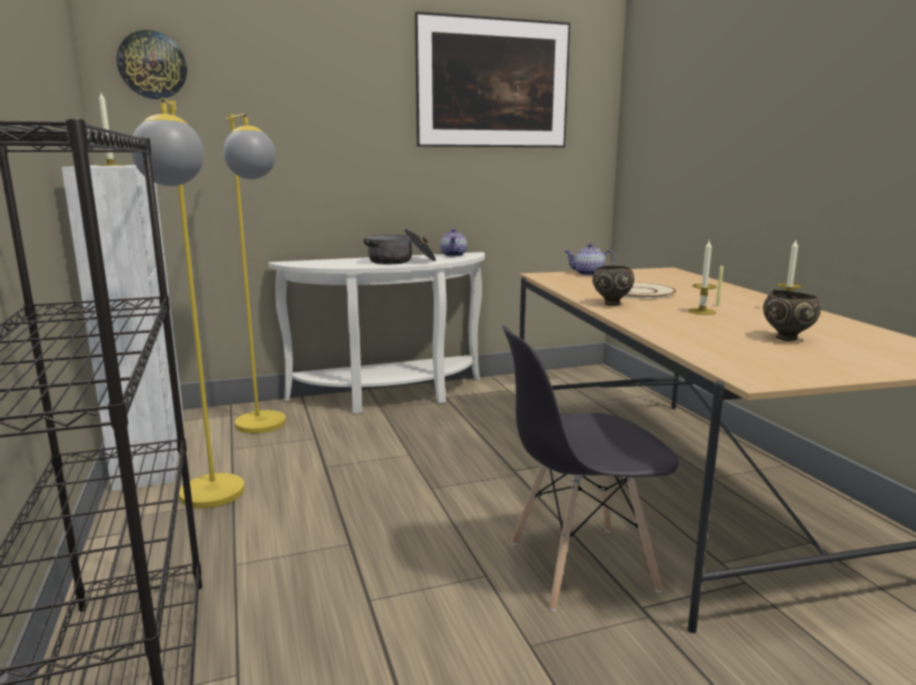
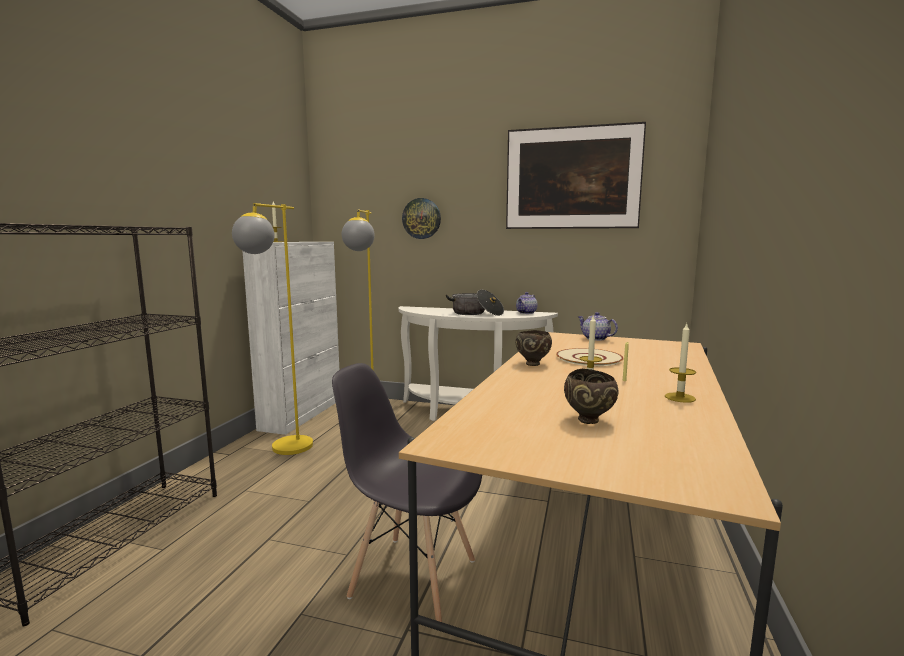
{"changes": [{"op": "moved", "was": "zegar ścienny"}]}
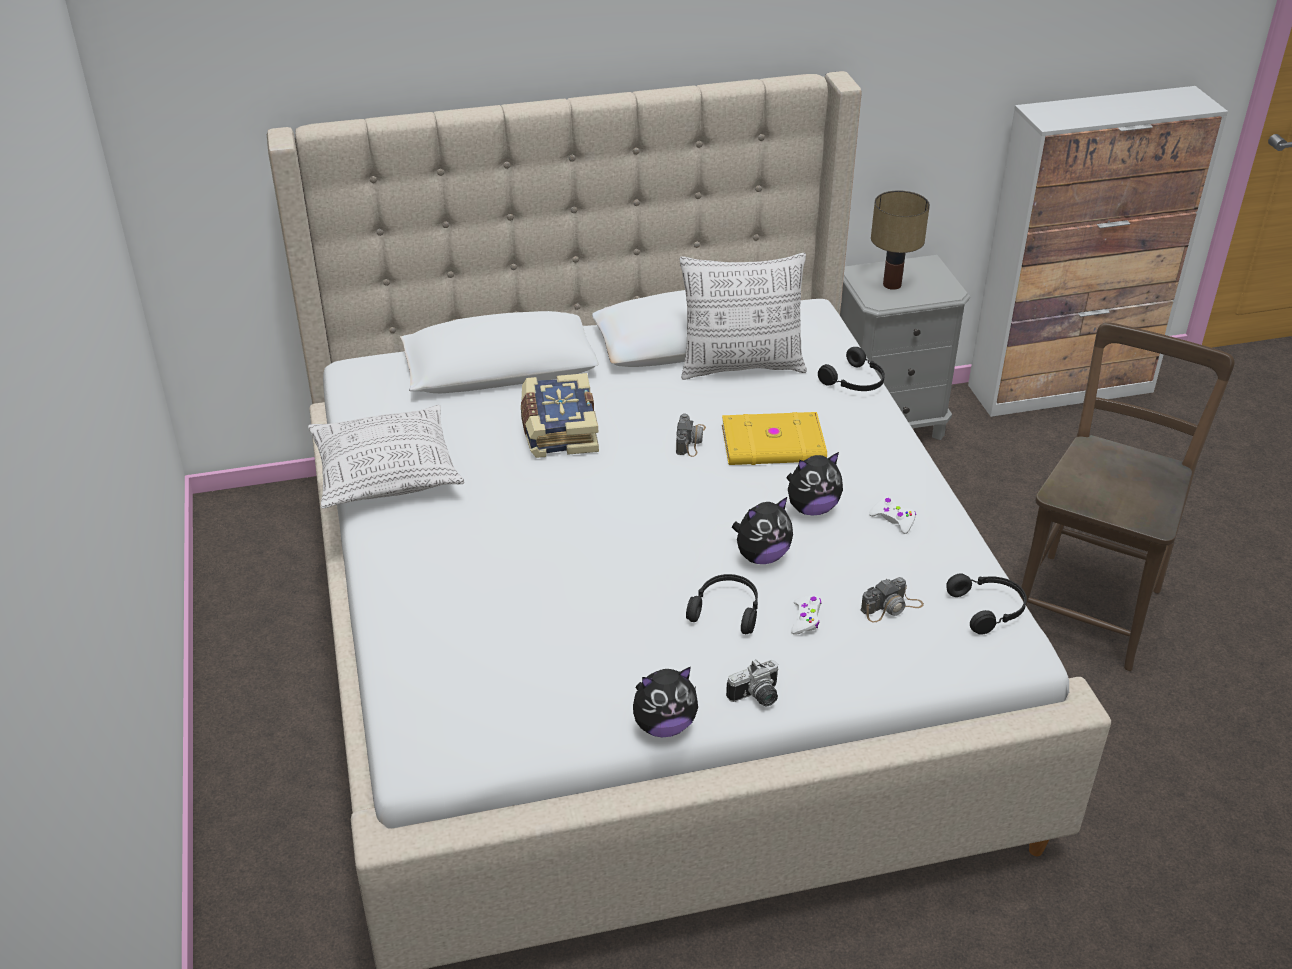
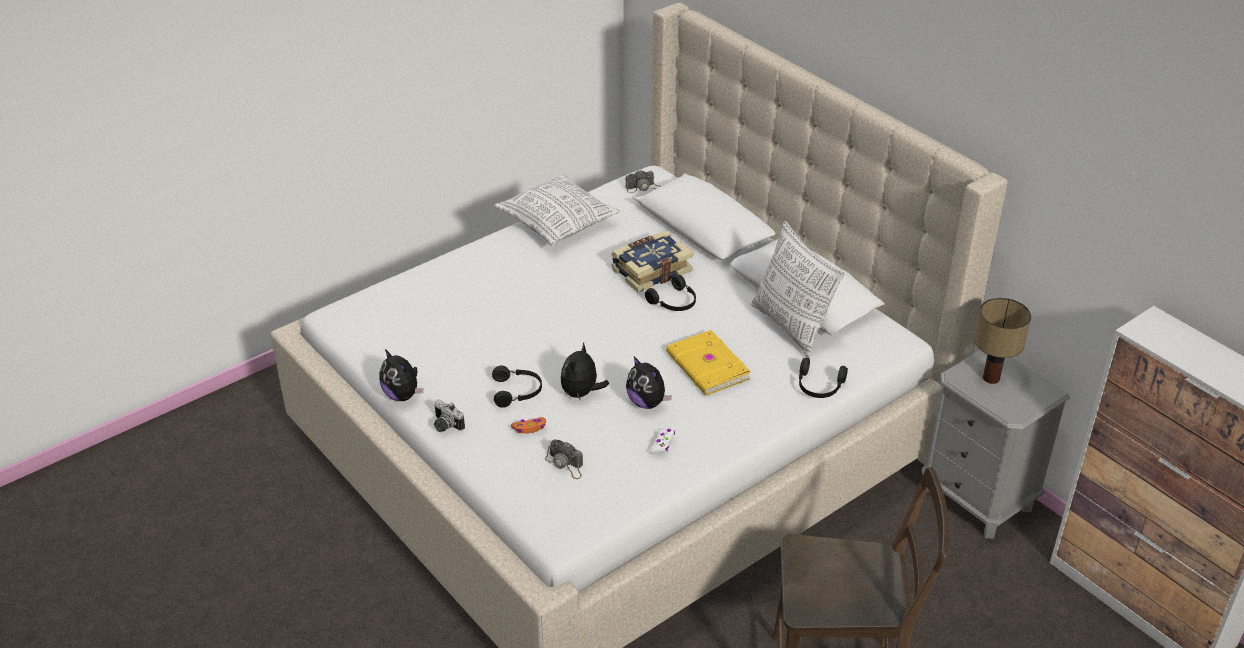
{"changes": [{"op": "moved", "was": "aparat fotograficzny (1st from left in the first image)", "now": "aparat fotograficzny (3rd from left)"}, {"op": "moved", "was": "słuchawki/czarny (3rd from left in the first image)", "now": "słuchawki/czarny (2nd from left)"}, {"op": "recoloured", "was": "pad do gier/biały (1st from left)", "now": "pad do gier/pomarańczowy"}, {"op": "turned", "was": "pluszak (2nd from left)", "clockwise": 75}]}
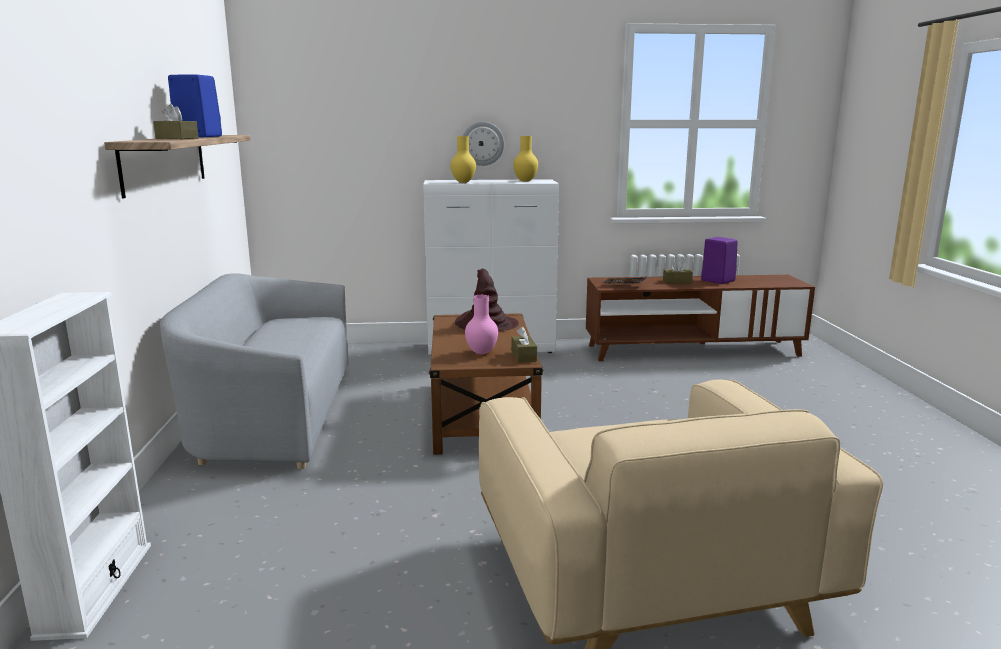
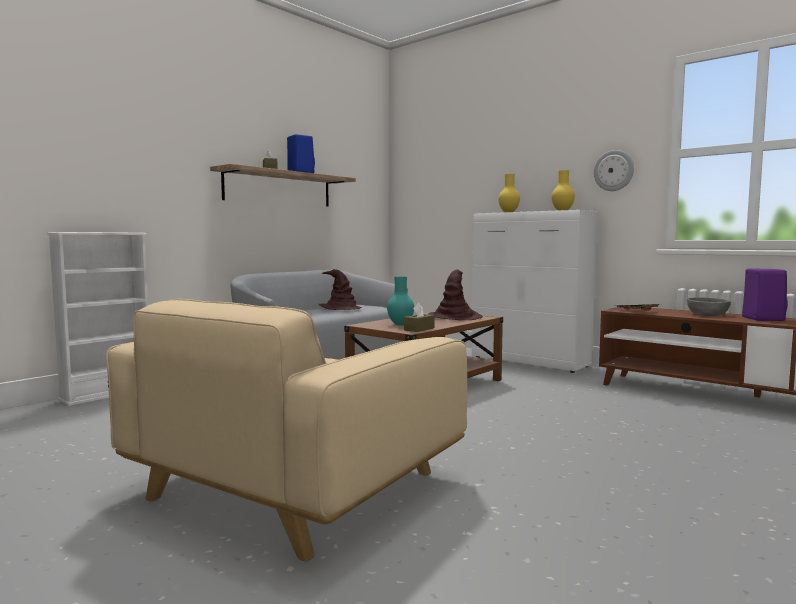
{"changes": [{"op": "added", "now": "kapelusz/brązowy (1st from left)"}, {"op": "moved", "was": "zegar ścienny"}, {"op": "replaced", "was": "pudełko chusteczek/brązowy (3rd from left)", "now": "miska/szary"}, {"op": "recoloured", "was": "wazon/różowy", "now": "wazon/turkusowy"}]}
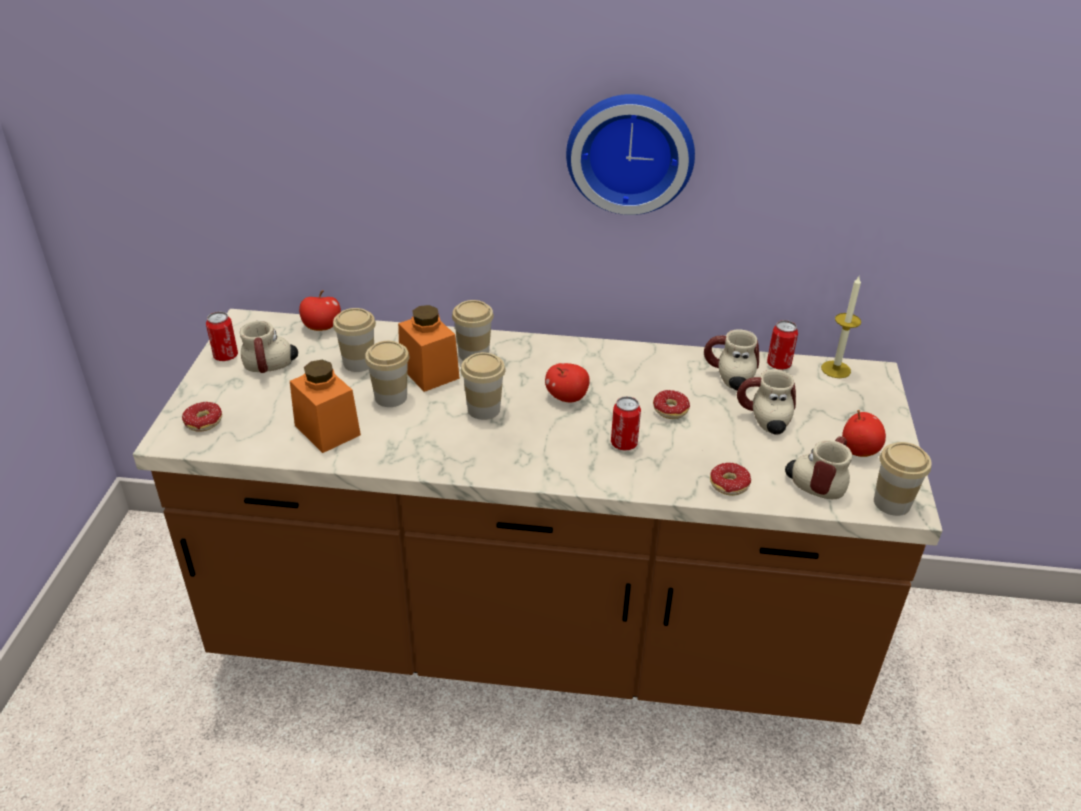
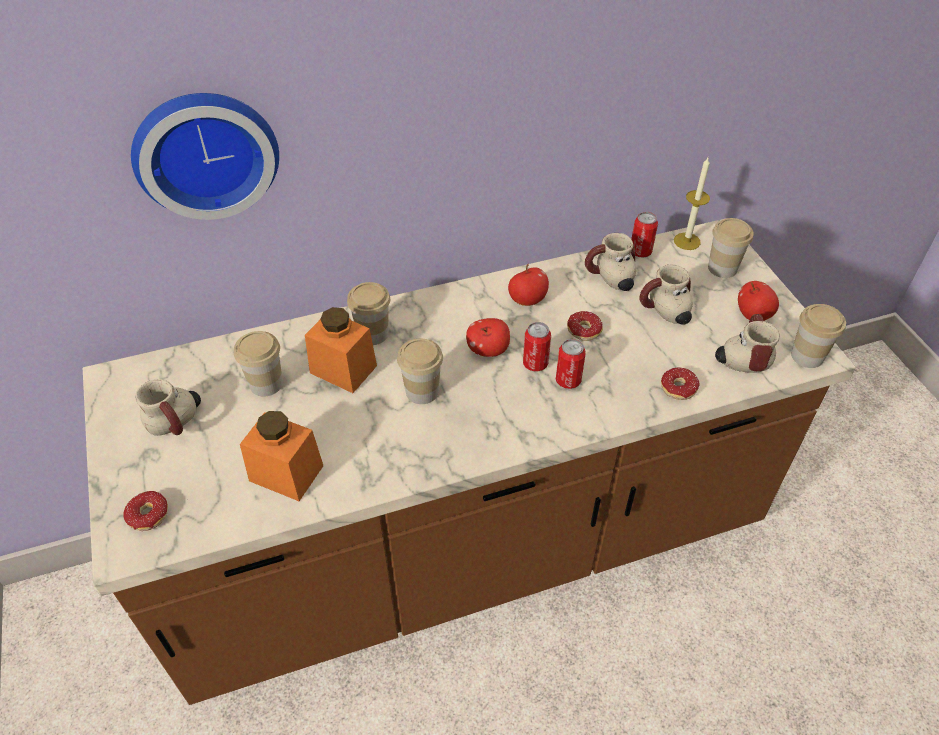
{"changes": [{"op": "moved", "was": "puszka (1st from left)"}, {"op": "moved", "was": "jabłko (1st from left in the first image)", "now": "jabłko (2nd from left)"}, {"op": "moved", "was": "filiżanka (2nd from left in the first image)", "now": "filiżanka (4th from left)"}, {"op": "moved", "was": "zegar ścienny"}]}
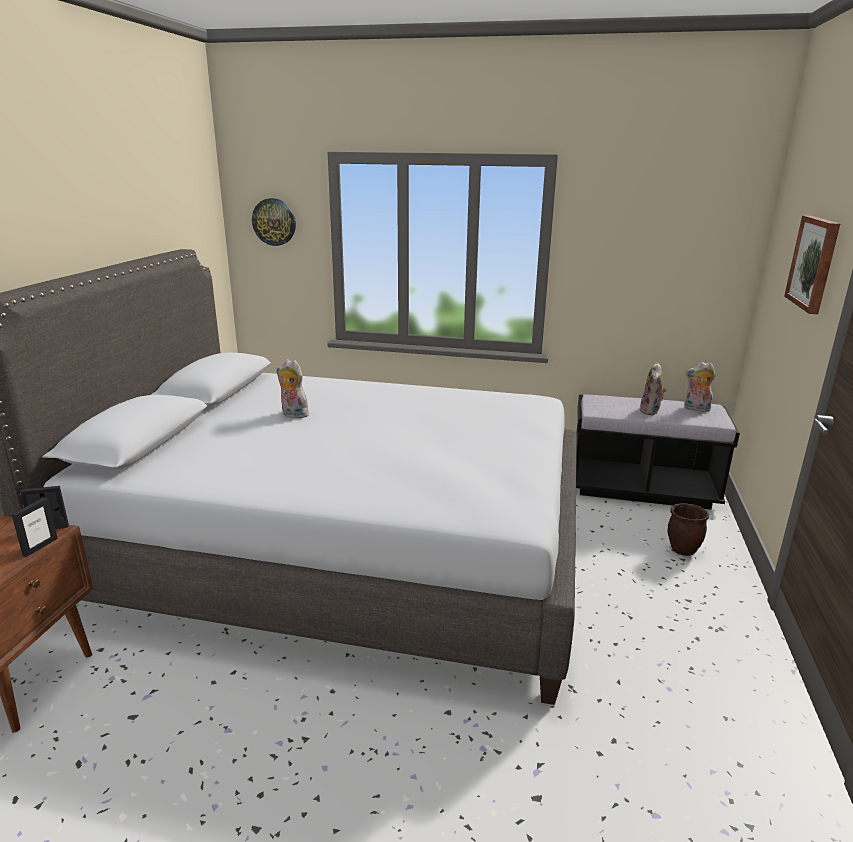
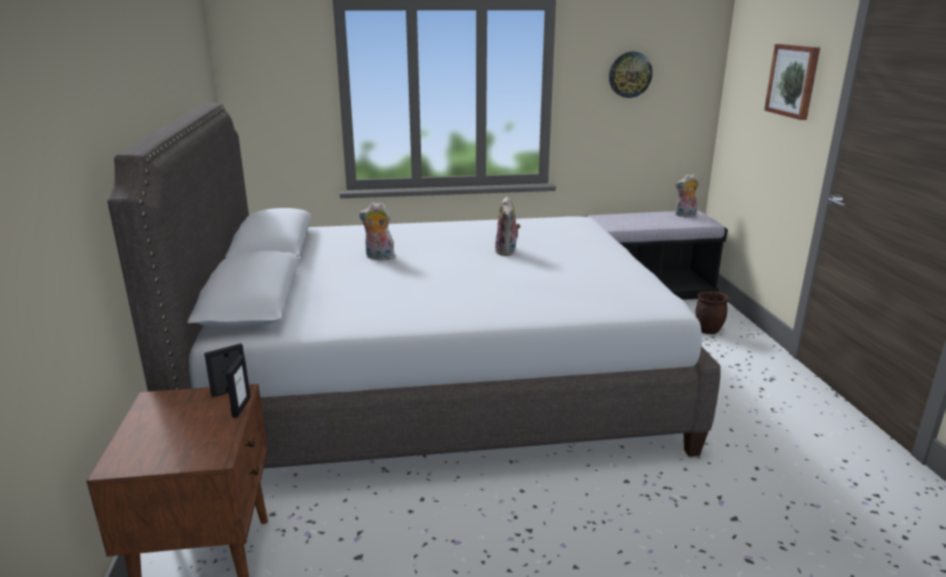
{"changes": [{"op": "moved", "was": "zegar ścienny"}, {"op": "moved", "was": "pluszak (2nd from left)"}]}
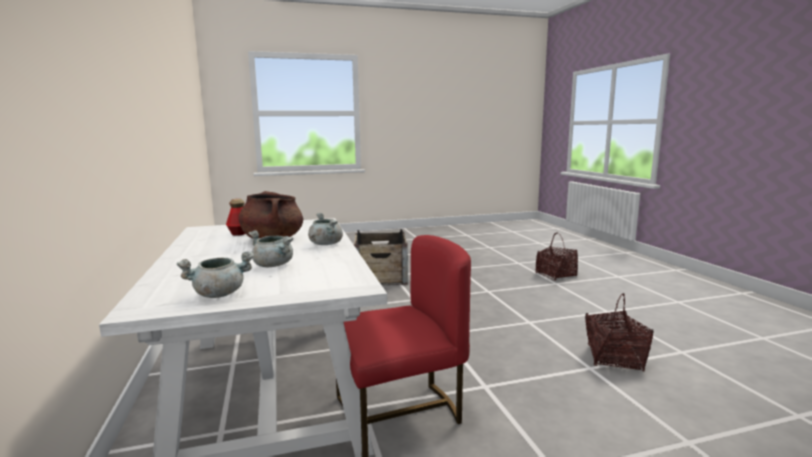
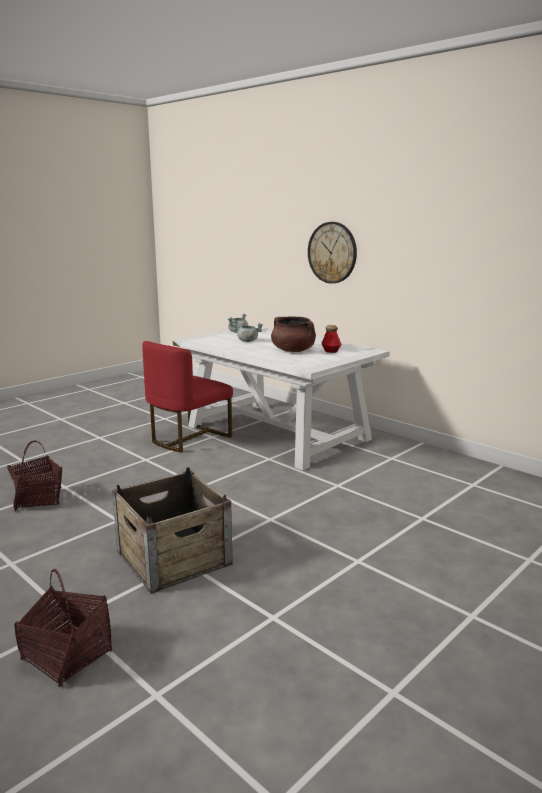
{"changes": [{"op": "removed", "was": "garnek/szary (3rd from left)"}, {"op": "added", "now": "zegar ścienny"}, {"op": "moved", "was": "skrzynka"}]}
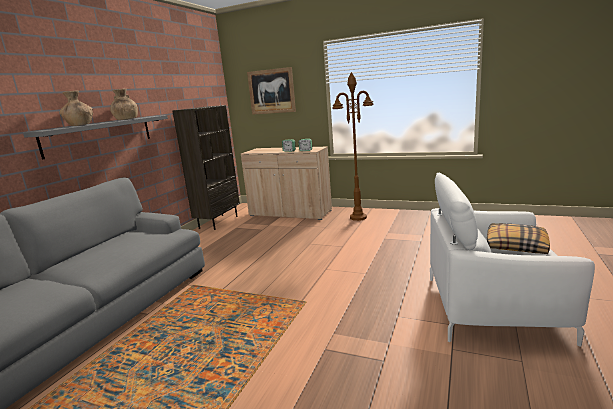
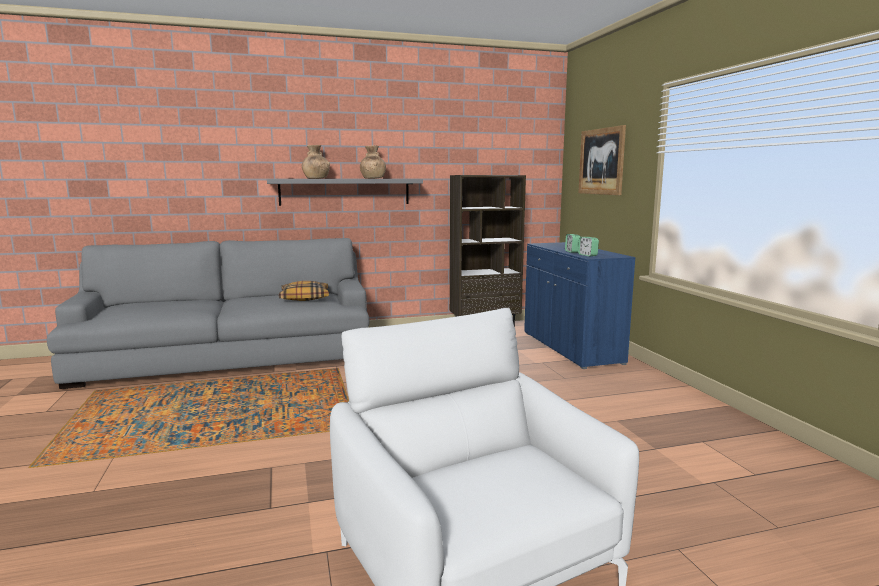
{"changes": [{"op": "removed", "was": "lampa stojąca/brązowy"}, {"op": "moved", "was": "poduszka"}, {"op": "recoloured", "was": "szafka/beżowy", "now": "szafka/niebieski"}]}
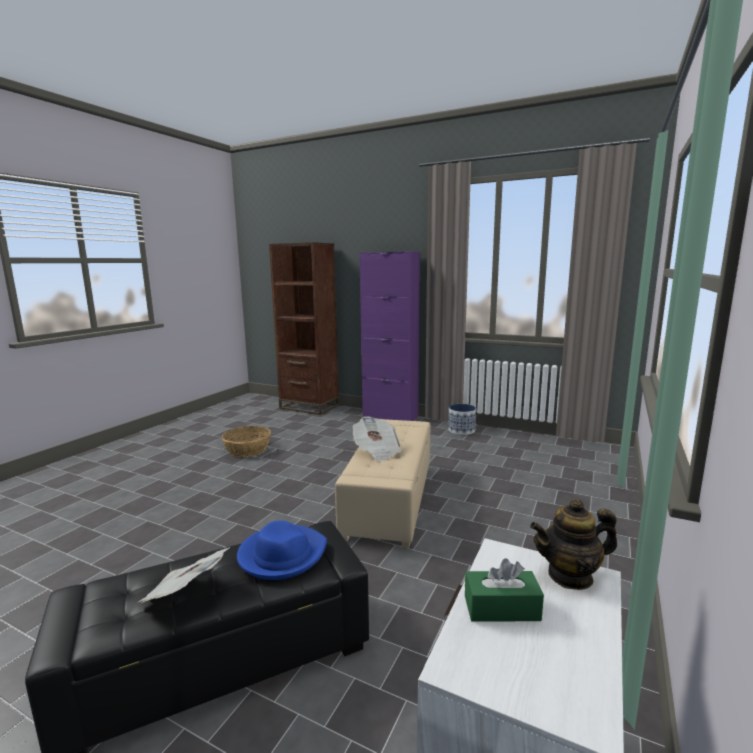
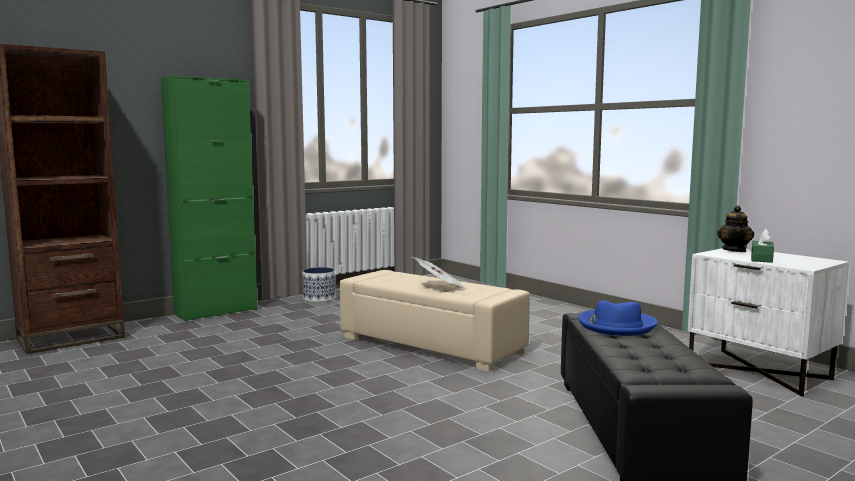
{"changes": [{"op": "removed", "was": "gazeta (1st from left)"}, {"op": "removed", "was": "koszyk"}, {"op": "recoloured", "was": "szafka/fioletowy", "now": "szafka/zielony"}]}
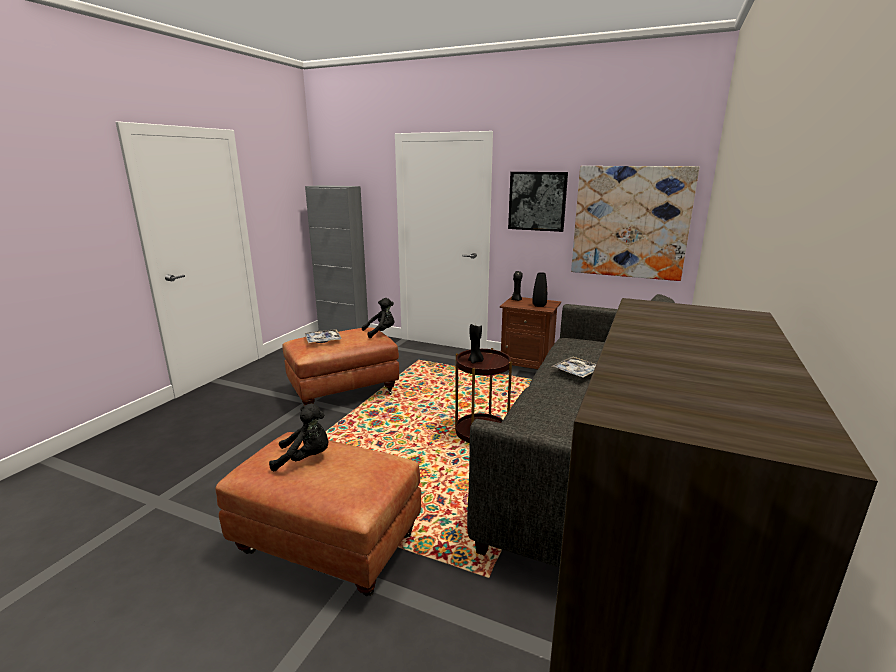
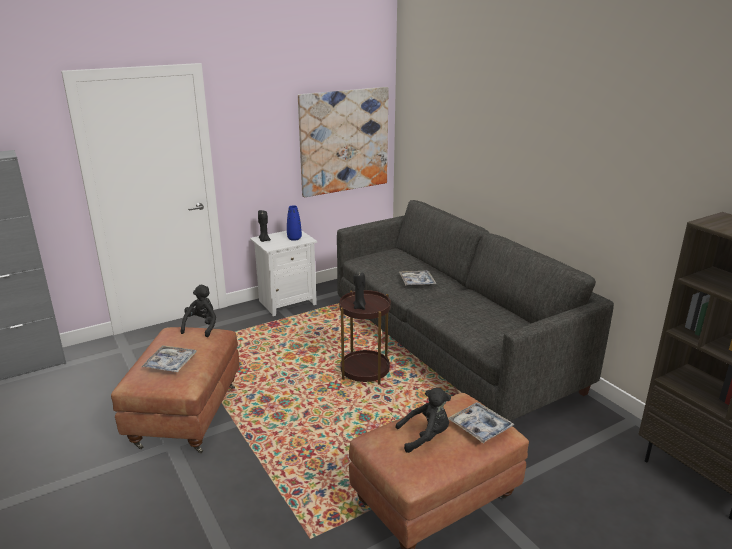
{"changes": [{"op": "removed", "was": "obraz (1st from left)"}, {"op": "added", "now": "taca (3rd from left)"}, {"op": "recoloured", "was": "szafka nocna/brązowy", "now": "szafka nocna/biały"}, {"op": "recoloured", "was": "wazon/czarny", "now": "wazon/niebieski"}, {"op": "turned", "was": "pluszak/czarny (1st from left in the first image)", "clockwise": 45}]}
